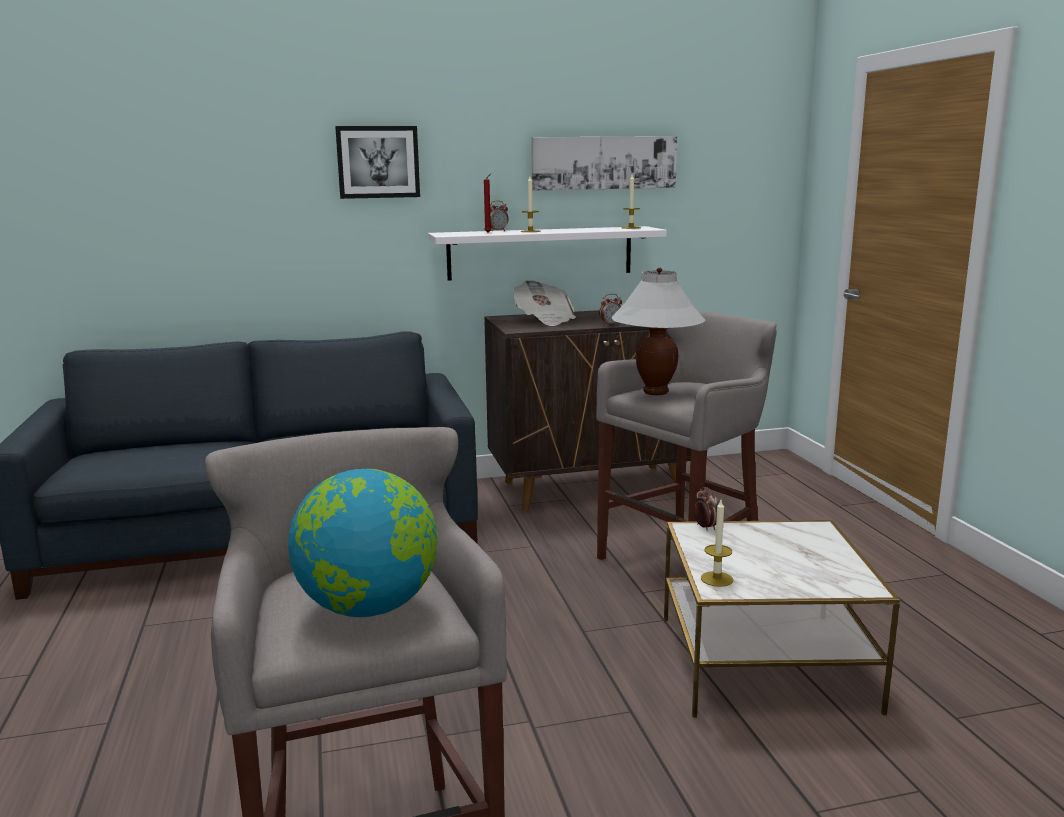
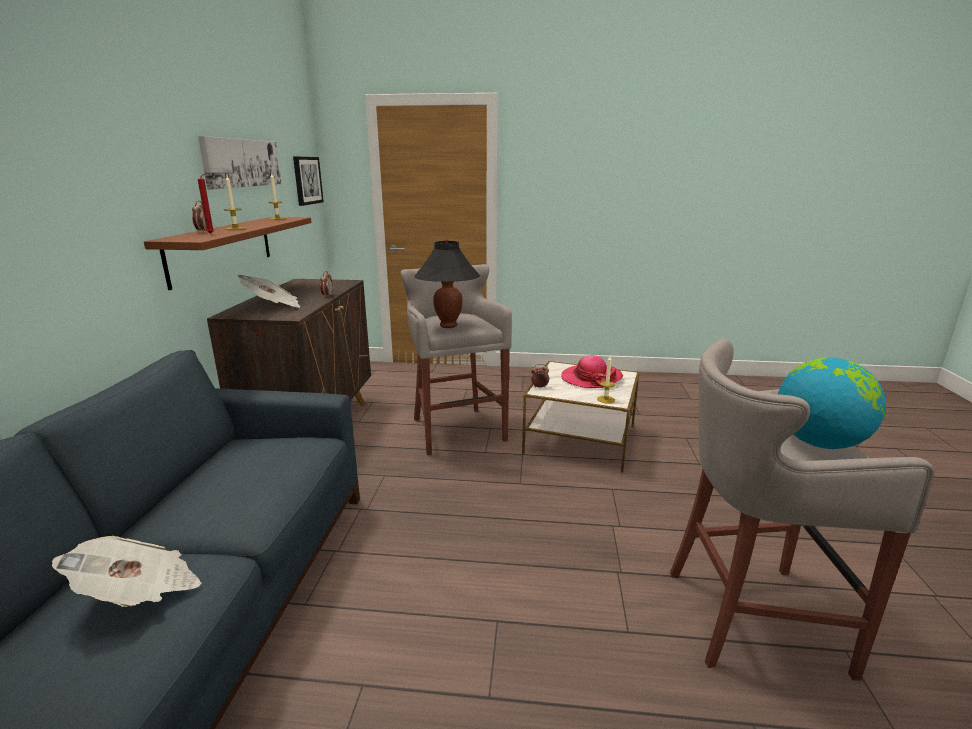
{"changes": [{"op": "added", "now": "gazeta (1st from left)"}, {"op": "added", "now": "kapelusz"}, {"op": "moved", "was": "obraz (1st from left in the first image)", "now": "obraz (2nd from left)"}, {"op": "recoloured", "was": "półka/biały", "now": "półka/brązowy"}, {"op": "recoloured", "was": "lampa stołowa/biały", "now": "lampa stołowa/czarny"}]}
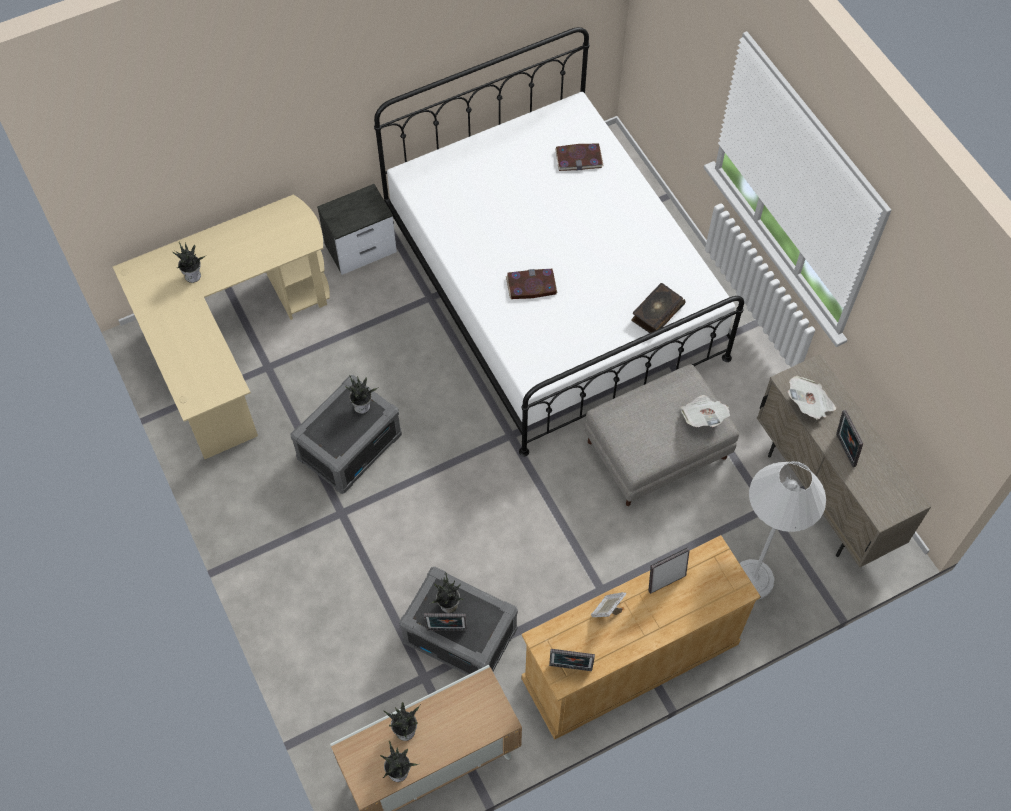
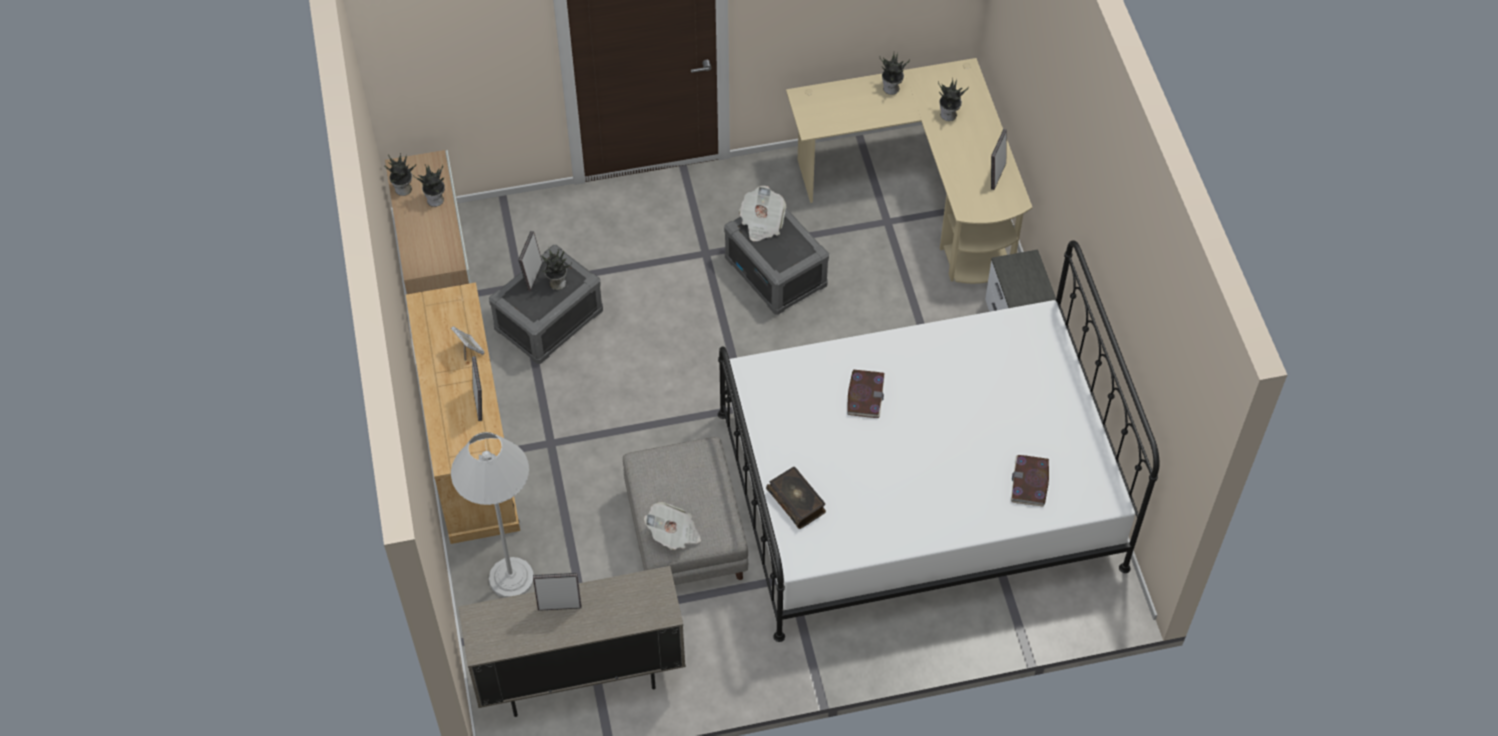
{"changes": [{"op": "moved", "was": "roślina doniczkowa (2nd from left in the first image)", "now": "roślina doniczkowa (4th from left)"}, {"op": "moved", "was": "ramka na zdjęcie (2nd from left in the first image)", "now": "ramka na zdjęcie (5th from left)"}, {"op": "moved", "was": "gazeta (2nd from left)"}]}
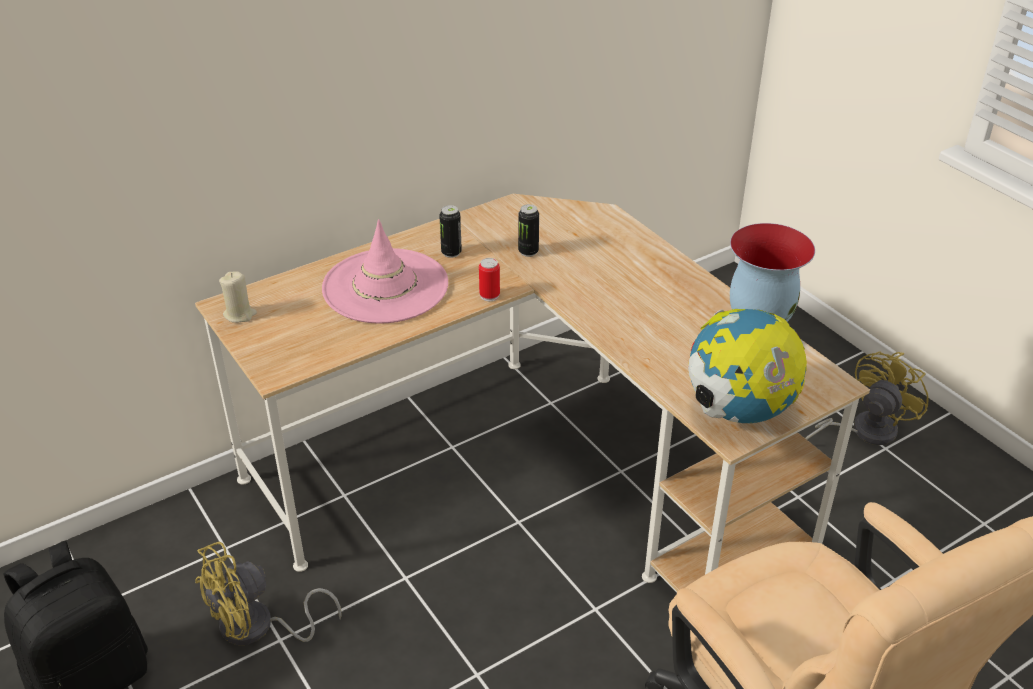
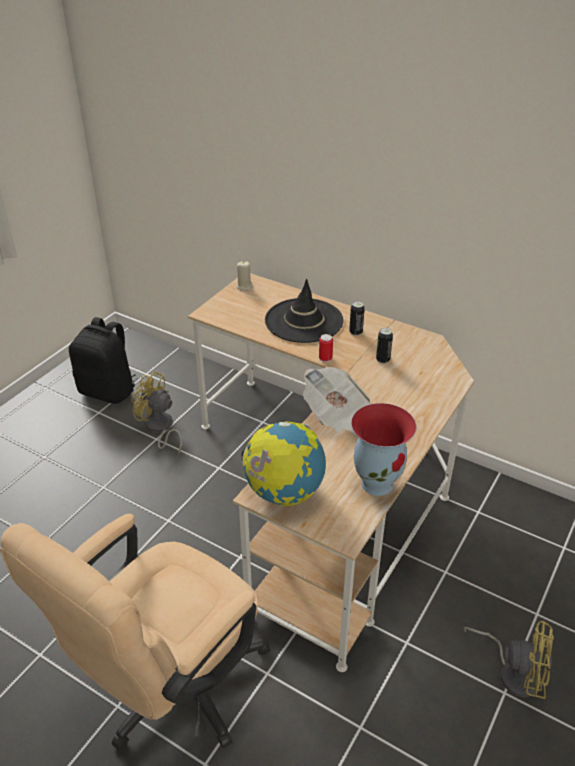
{"changes": [{"op": "added", "now": "gazeta"}, {"op": "recoloured", "was": "kapelusz/różowy", "now": "kapelusz/czarny"}]}
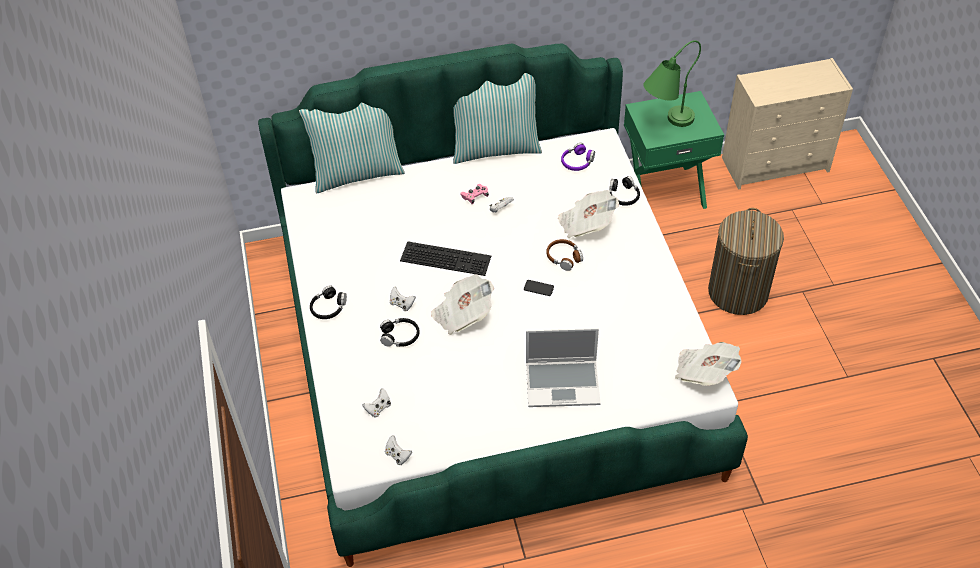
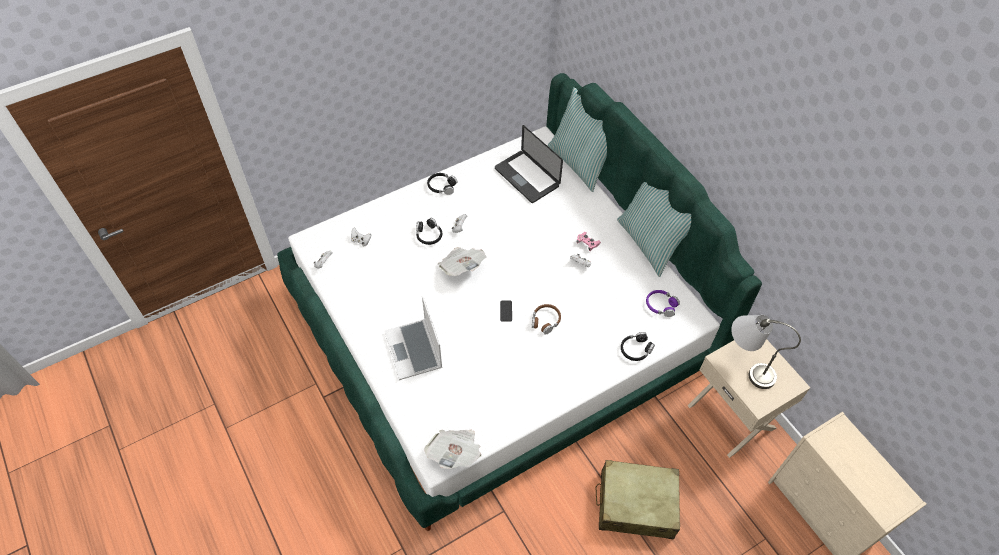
{"changes": [{"op": "removed", "was": "klawiatura"}, {"op": "removed", "was": "gazeta (2nd from left)"}, {"op": "added", "now": "laptop (2nd from left)"}, {"op": "replaced", "was": "kosz na pranie", "now": "walizka/beżowy"}, {"op": "recoloured", "was": "szafka nocna/zielony", "now": "szafka nocna/beżowy"}, {"op": "recoloured", "was": "lampa stołowa/zielony", "now": "lampa stołowa/szary"}]}
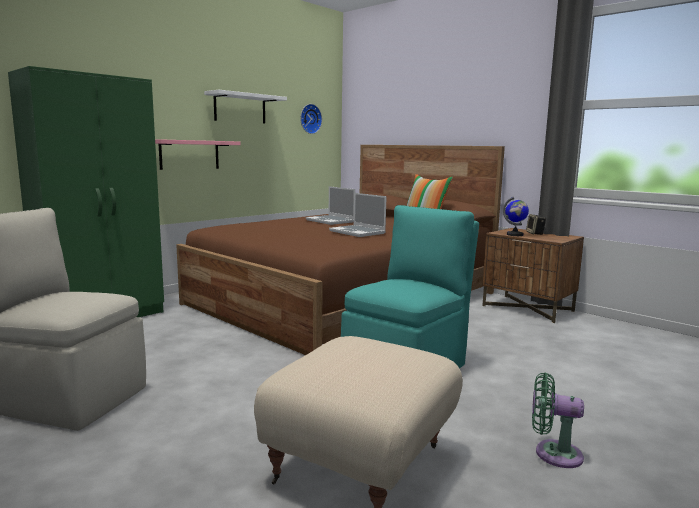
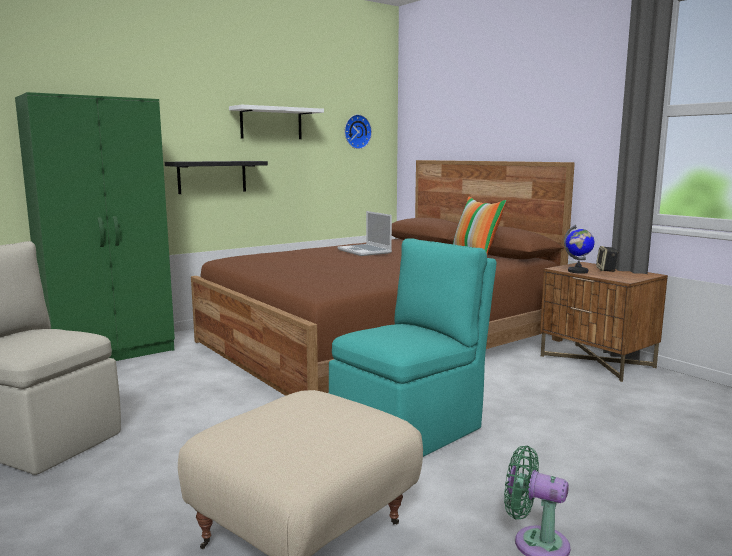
{"changes": [{"op": "removed", "was": "laptop (2nd from left)"}, {"op": "recoloured", "was": "półka/różowy", "now": "półka/czarny"}]}
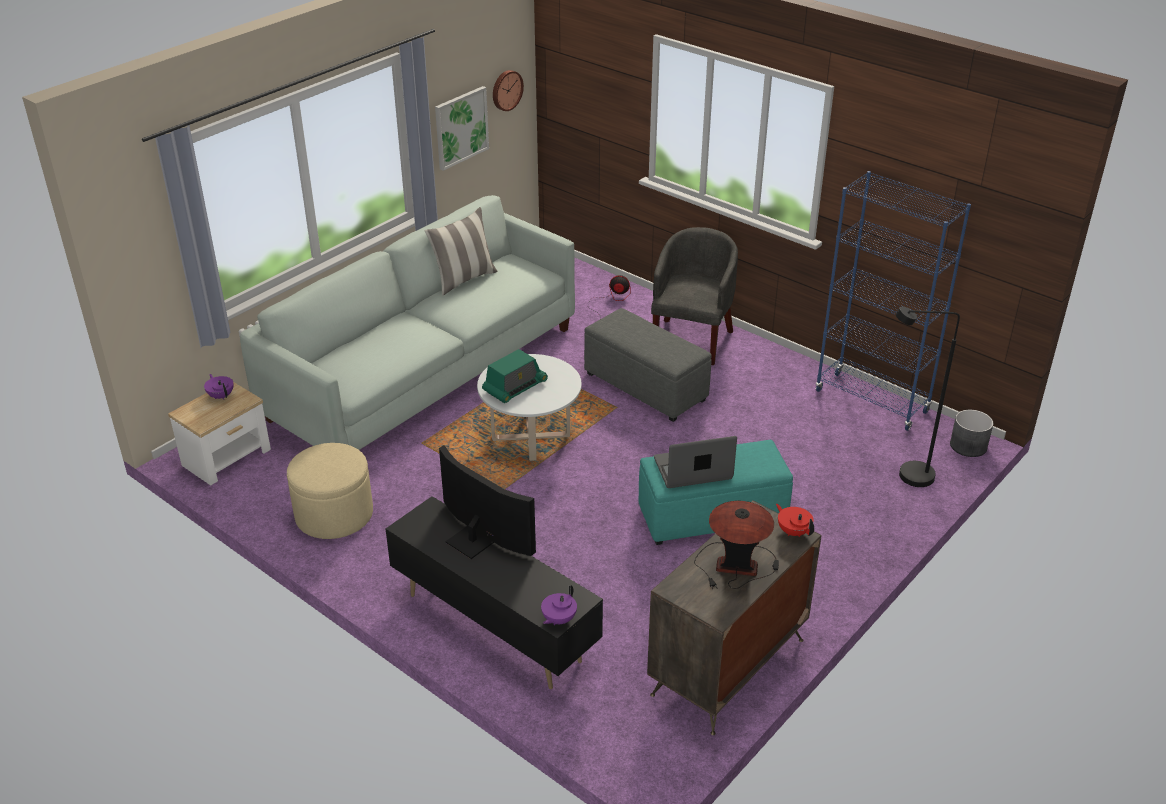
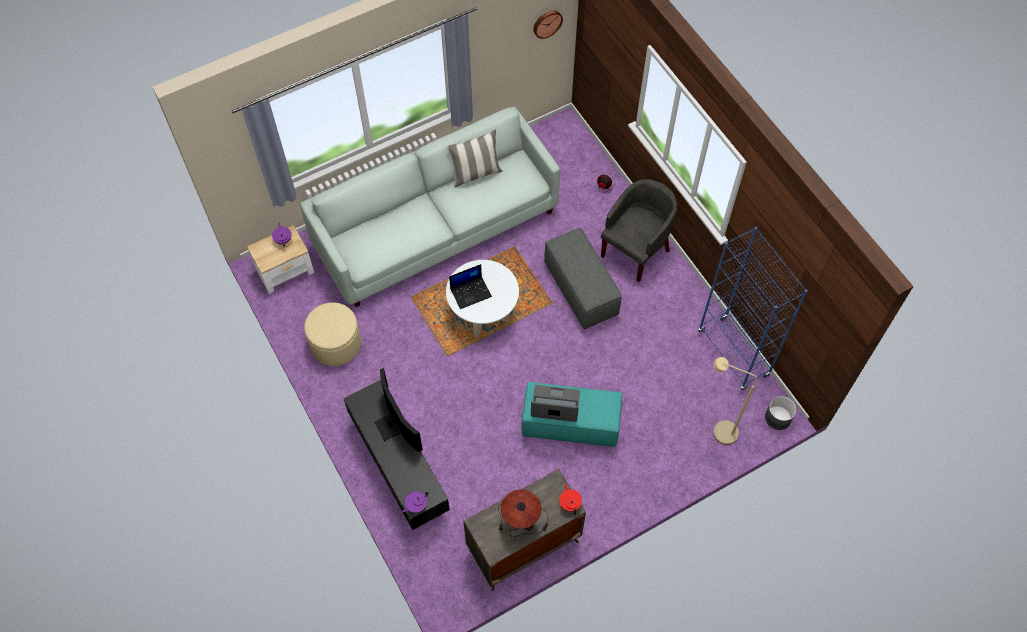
{"changes": [{"op": "removed", "was": "obraz"}, {"op": "replaced", "was": "radio", "now": "laptop (1st from left)"}, {"op": "recoloured", "was": "lampa stojąca/czarny", "now": "lampa stojąca/beżowy"}]}
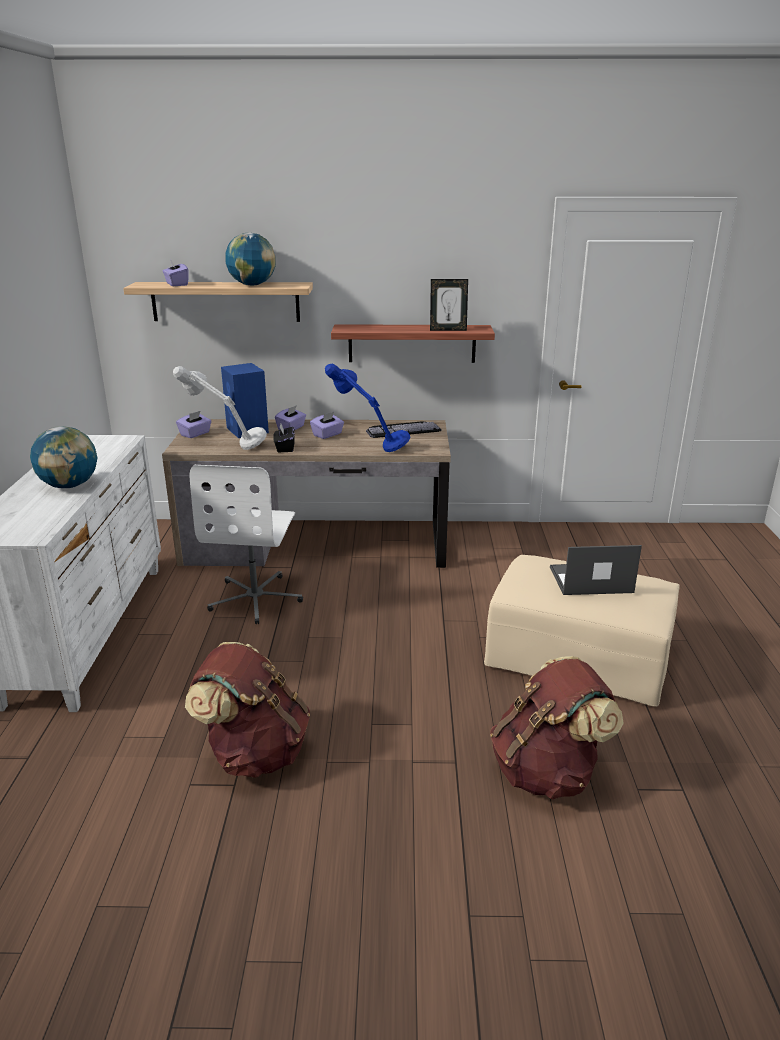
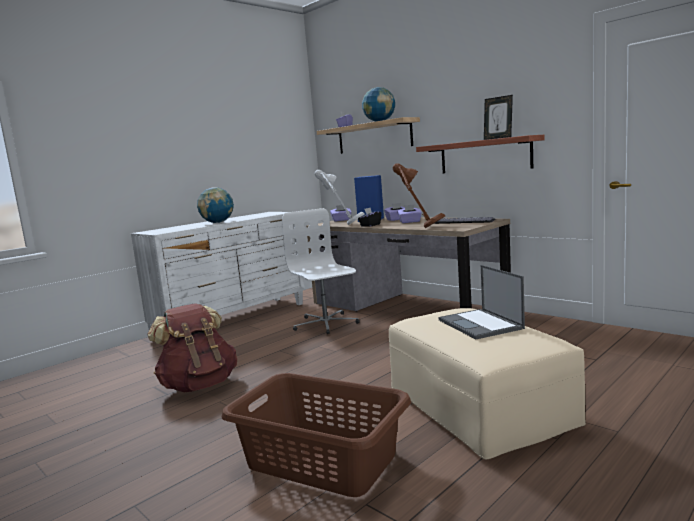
{"changes": [{"op": "replaced", "was": "plecak/brązowy (2nd from left)", "now": "kosz na pranie/brązowy"}, {"op": "recoloured", "was": "lampa stołowa/niebieski", "now": "lampa stołowa/brązowy"}, {"op": "turned", "was": "krzesło biurowe/biały", "clockwise": 105}, {"op": "turned", "was": "laptop", "clockwise": -150}]}
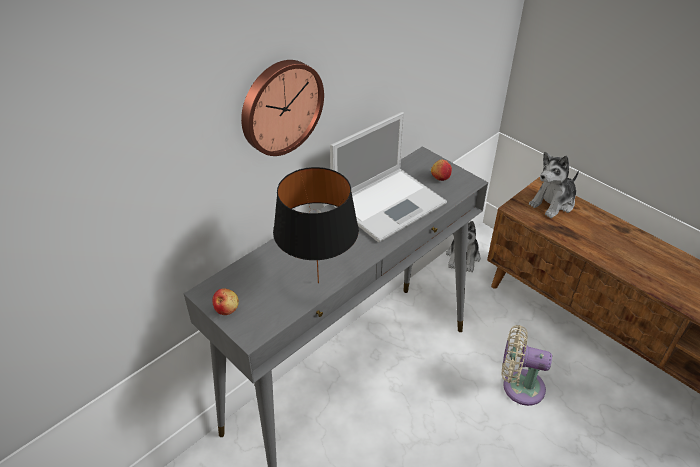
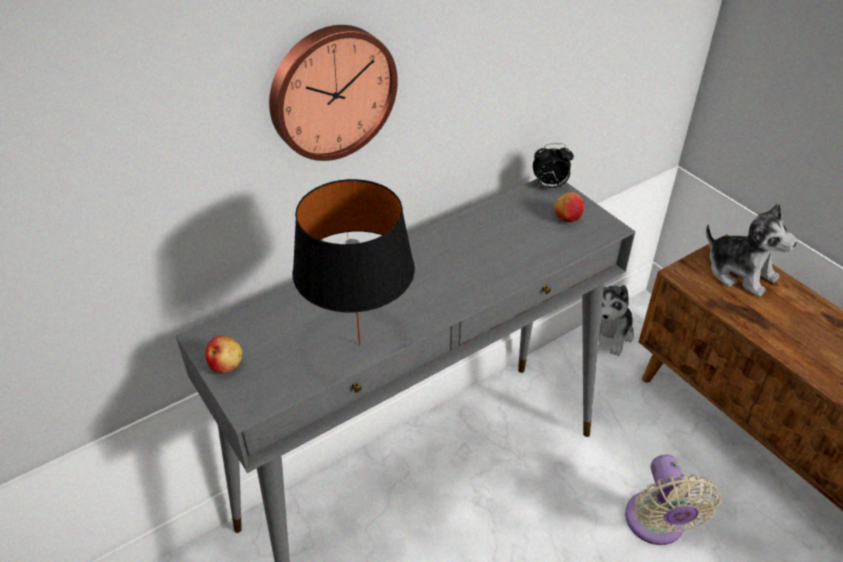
{"changes": [{"op": "removed", "was": "laptop"}, {"op": "added", "now": "budzik"}, {"op": "turned", "was": "wentylator/beżowy", "clockwise": -120}, {"op": "turned", "was": "pluszak (2nd from left)", "clockwise": -105}]}
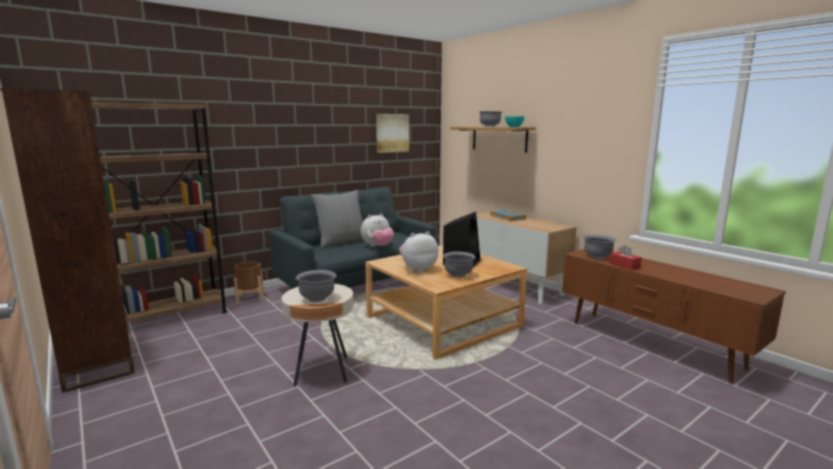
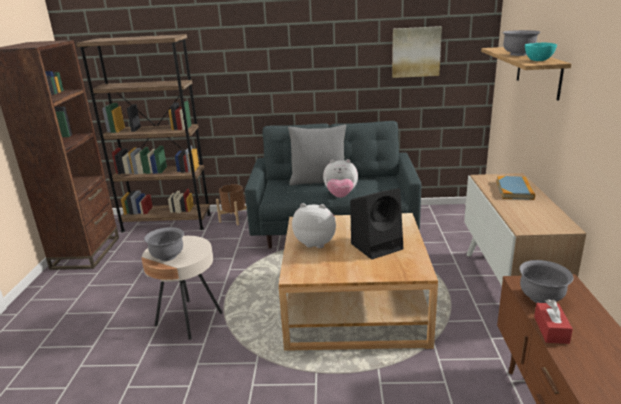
{"changes": [{"op": "removed", "was": "miska/szary (2nd from left)"}]}
